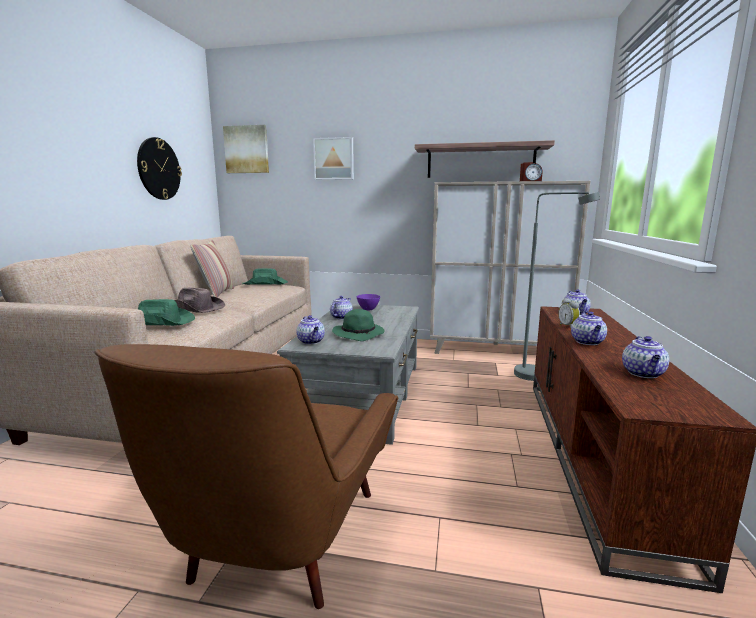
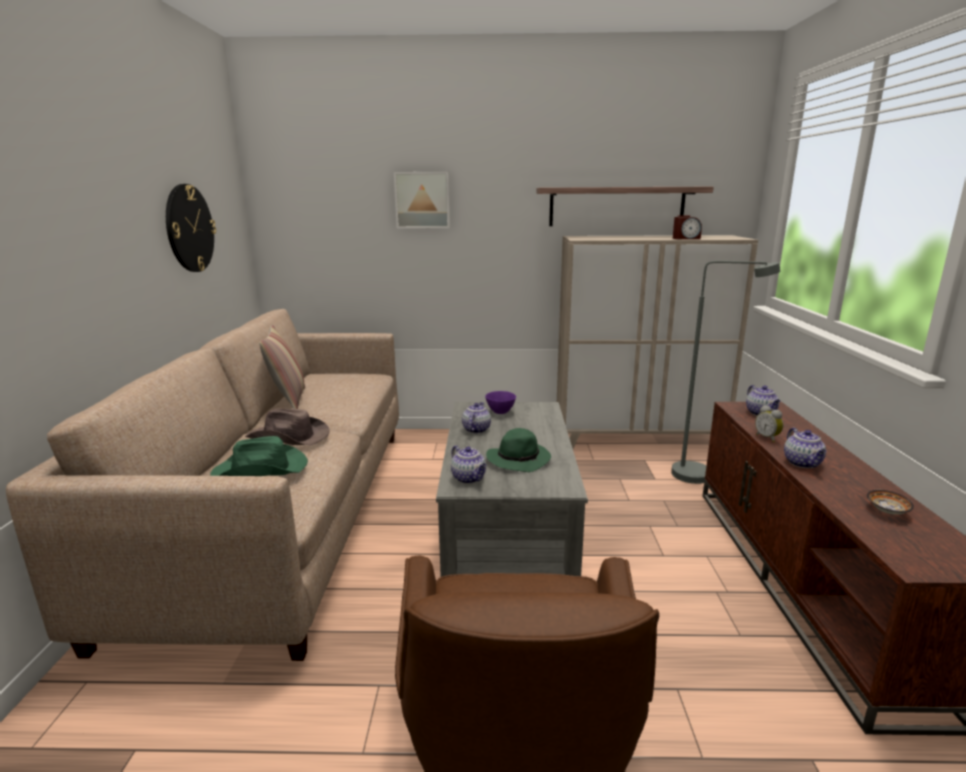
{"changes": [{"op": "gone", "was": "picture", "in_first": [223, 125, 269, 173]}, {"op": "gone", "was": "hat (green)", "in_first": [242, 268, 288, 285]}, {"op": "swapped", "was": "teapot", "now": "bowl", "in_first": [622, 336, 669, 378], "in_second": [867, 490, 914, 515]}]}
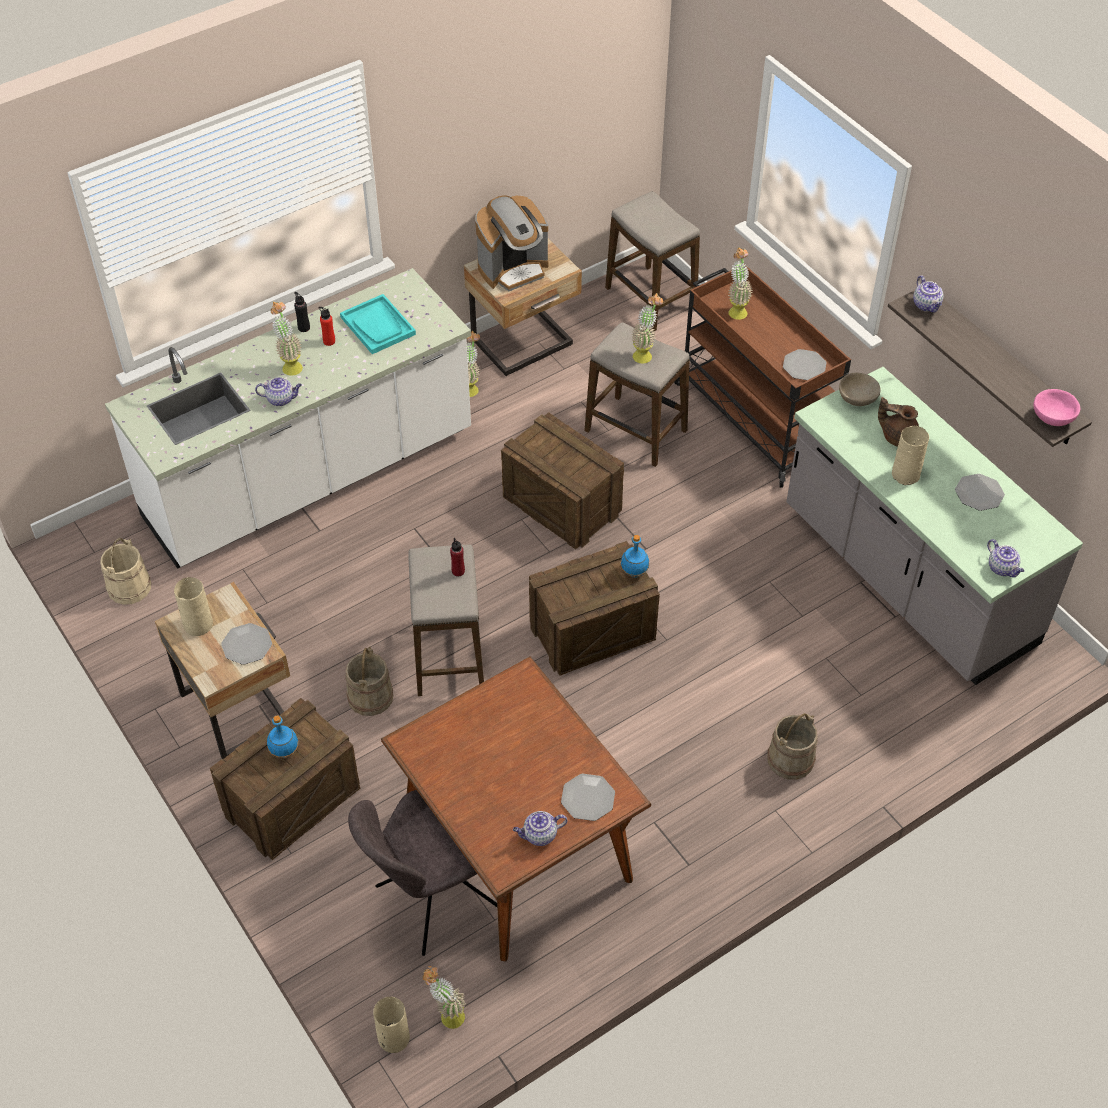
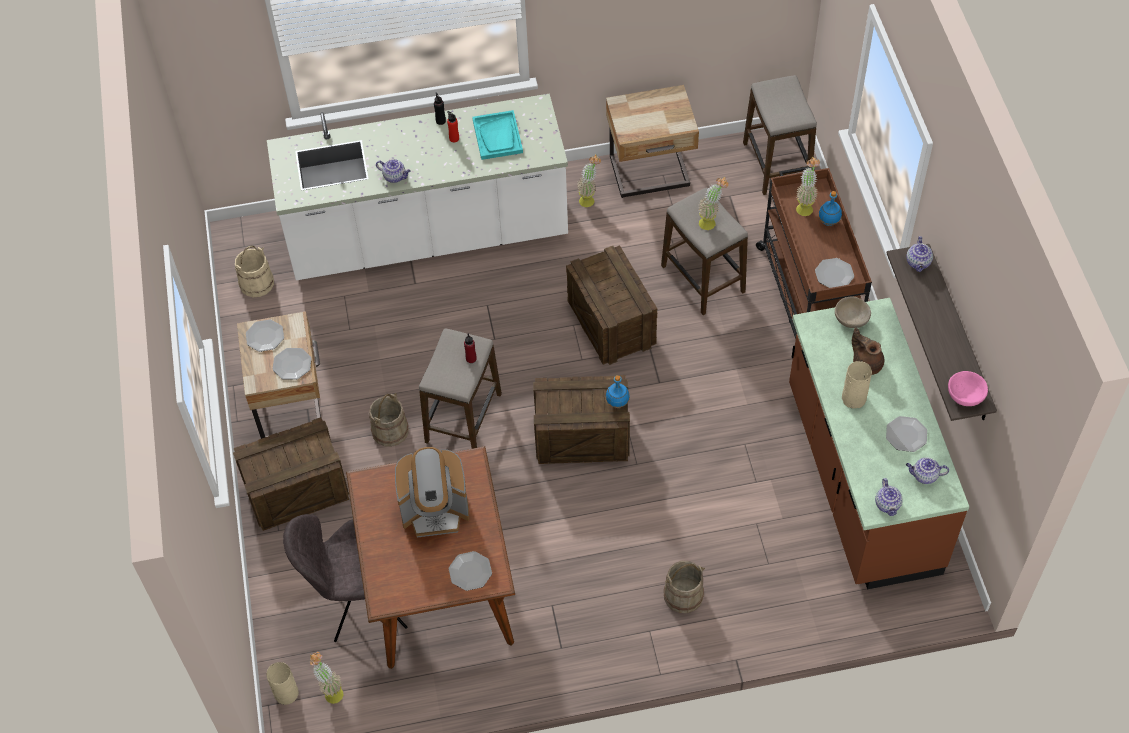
{"changes": [{"op": "gone", "was": "potted plant", "in_first": [271, 302, 303, 376]}, {"op": "shifted", "was": "bottle (blue)", "in_first": [267, 715, 299, 758], "in_second": [818, 191, 842, 226]}, {"op": "shifted", "was": "coffee machine", "in_first": [475, 195, 548, 291], "in_second": [395, 447, 470, 537]}, {"op": "shifted", "was": "teapot", "in_first": [513, 811, 567, 846], "in_second": [906, 458, 949, 484]}, {"op": "swapped", "was": "vase (beige)", "now": "plate", "in_first": [174, 577, 213, 636], "in_second": [246, 319, 284, 352]}, {"op": "repainted", "was": "counter (grey)", "now": "counter (brown)", "in_first": [786, 367, 1083, 685], "in_second": [789, 298, 969, 589]}]}
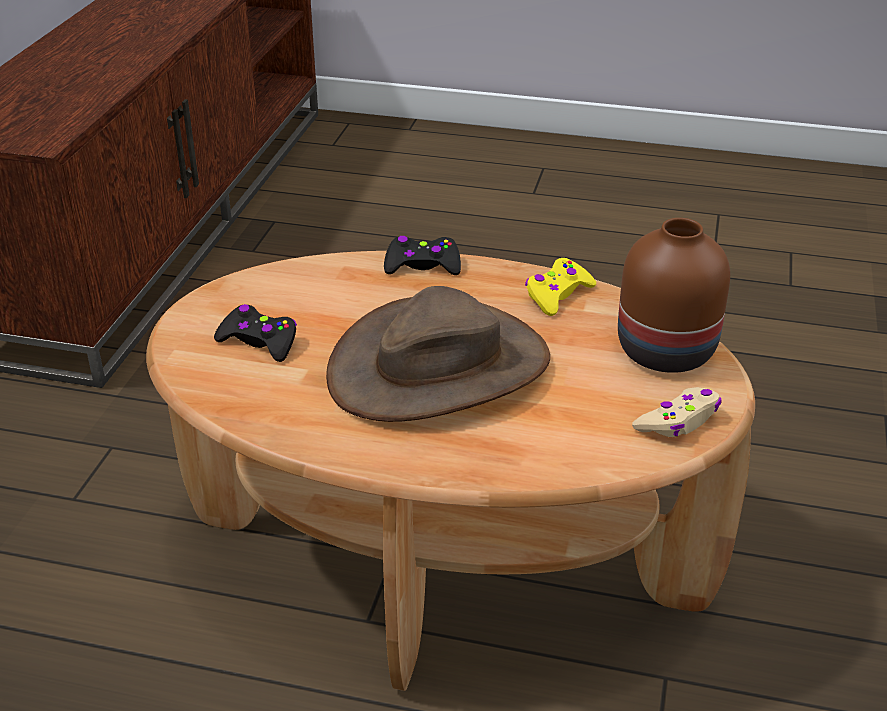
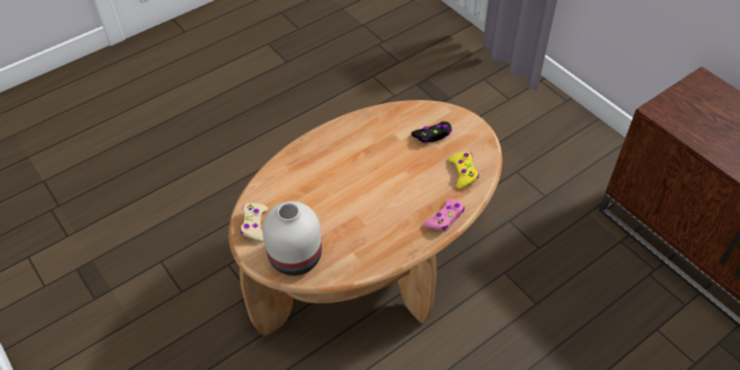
{"changes": [{"op": "gone", "was": "hat (brown)", "in_first": [326, 286, 550, 422]}, {"op": "shifted", "was": "game controller (yellow)", "in_first": [525, 258, 596, 316], "in_second": [448, 152, 479, 189]}, {"op": "repainted", "was": "game controller (black)", "now": "game controller (pink)", "in_first": [384, 236, 461, 275], "in_second": [423, 199, 465, 231]}, {"op": "repainted", "was": "vase (brown)", "now": "vase (white)", "in_first": [618, 218, 730, 373], "in_second": [262, 201, 322, 276]}]}
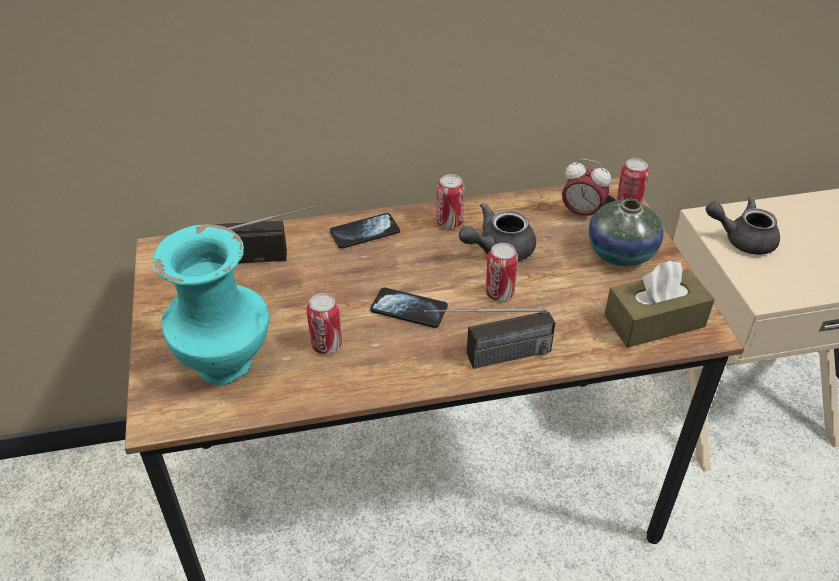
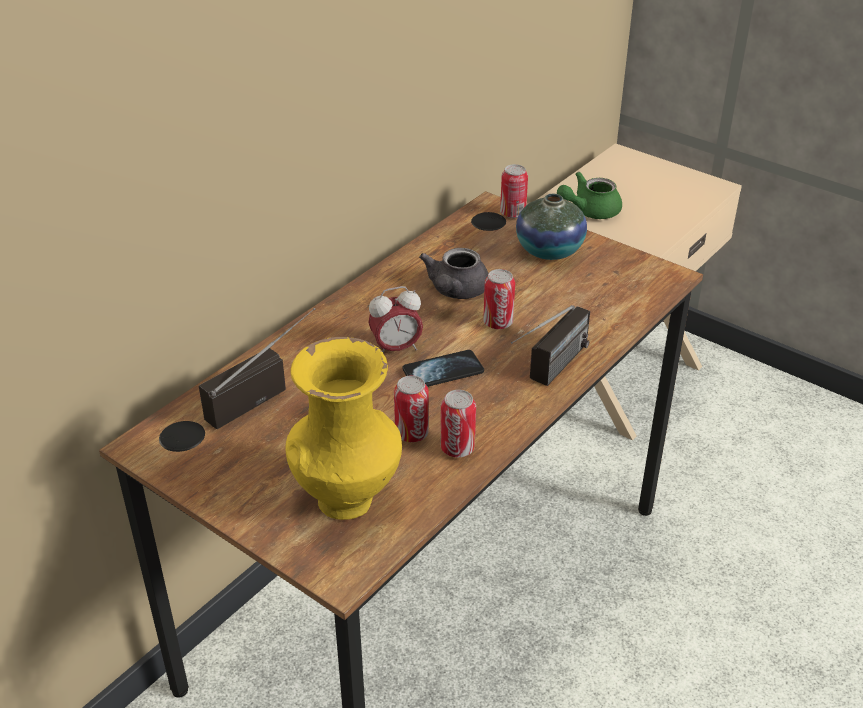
{"changes": [{"op": "gone", "was": "phone", "in_first": [330, 213, 400, 249]}, {"op": "gone", "was": "tissue box (brown)", "in_first": [604, 260, 715, 348]}, {"op": "shifted", "was": "can", "in_first": [436, 174, 465, 228], "in_second": [441, 390, 476, 457]}, {"op": "shifted", "was": "alarm clock", "in_first": [562, 159, 611, 216], "in_second": [368, 286, 423, 353]}, {"op": "repainted", "was": "vase (turquoise)", "now": "vase (yellow)", "in_first": [153, 224, 269, 385], "in_second": [286, 337, 402, 520]}, {"op": "repainted", "was": "teapot (grey)", "now": "teapot (green)", "in_first": [706, 197, 780, 255], "in_second": [557, 172, 622, 219]}]}
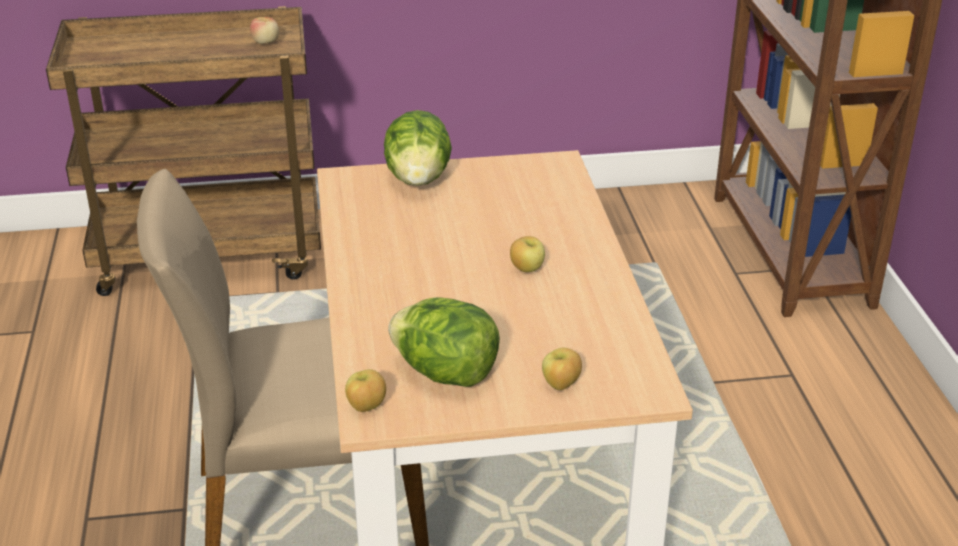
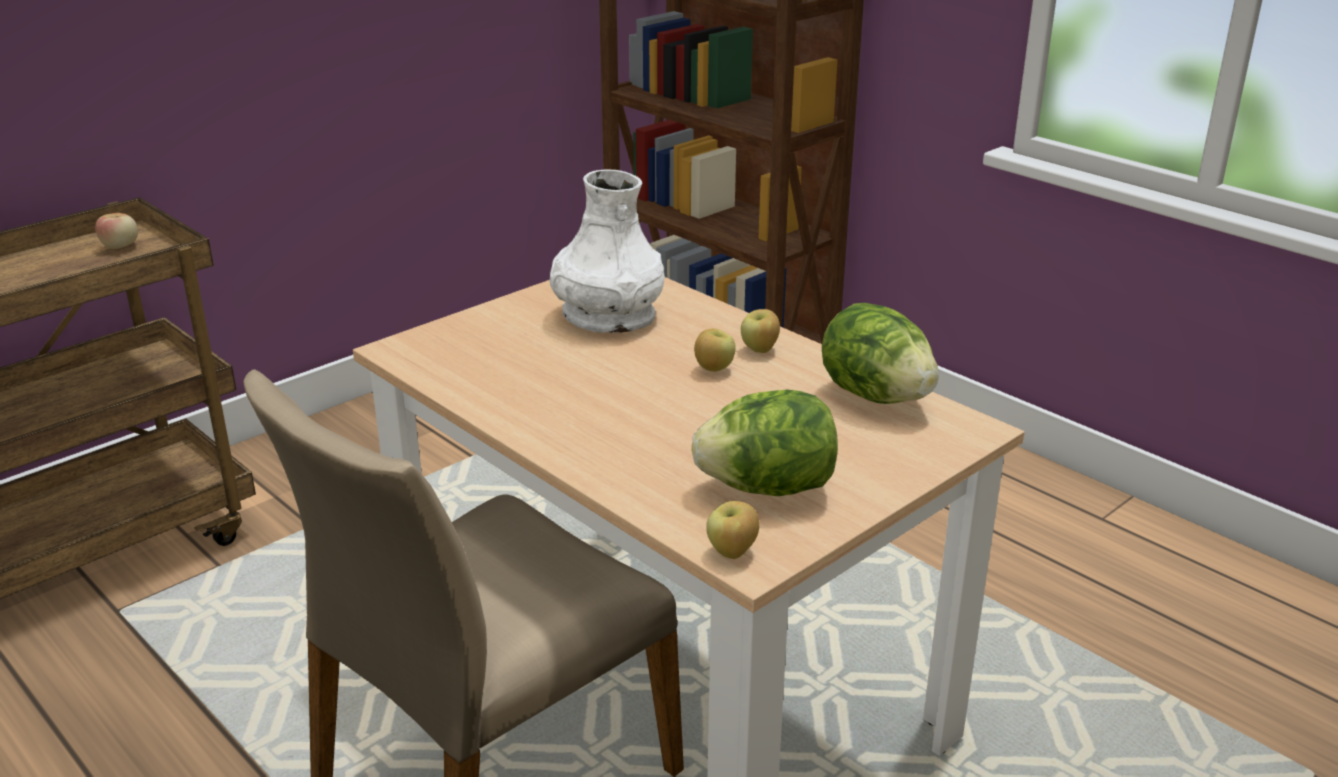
{"changes": [{"op": "new", "now": "vase (white)", "in_second": [550, 169, 665, 333]}, {"op": "shifted", "was": "lettuce", "in_first": [384, 110, 452, 186], "in_second": [822, 303, 938, 404]}, {"op": "shifted", "was": "apple", "in_first": [542, 347, 582, 390], "in_second": [741, 309, 780, 353]}]}
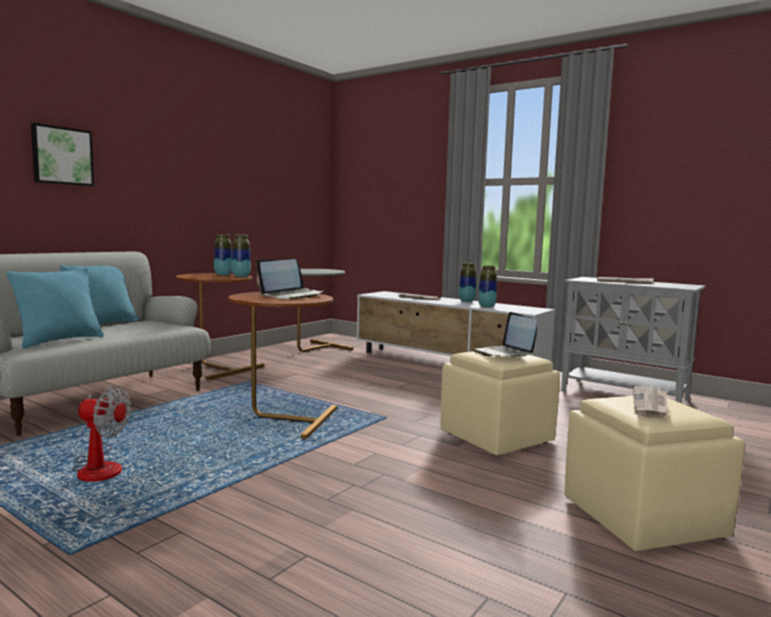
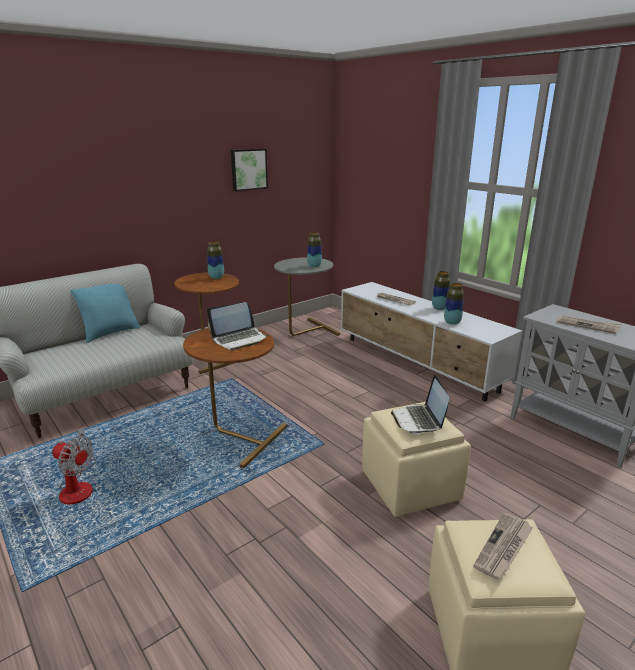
{"changes": [{"op": "gone", "was": "pillow (turquoise)", "in_first": [7, 267, 104, 348]}, {"op": "shifted", "was": "picture", "in_first": [31, 123, 94, 186], "in_second": [231, 149, 268, 191]}, {"op": "shifted", "was": "vase", "in_first": [232, 235, 251, 277], "in_second": [307, 232, 322, 267]}]}
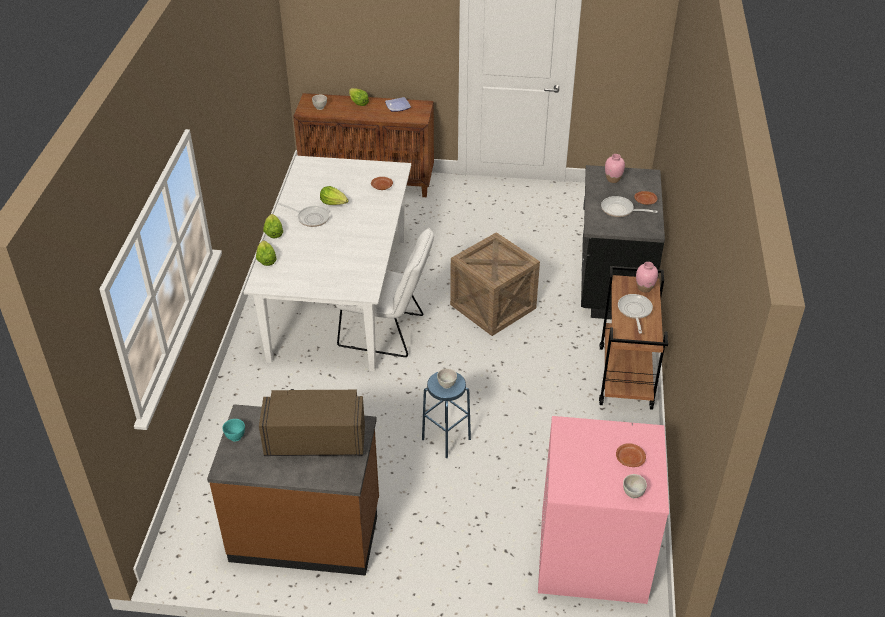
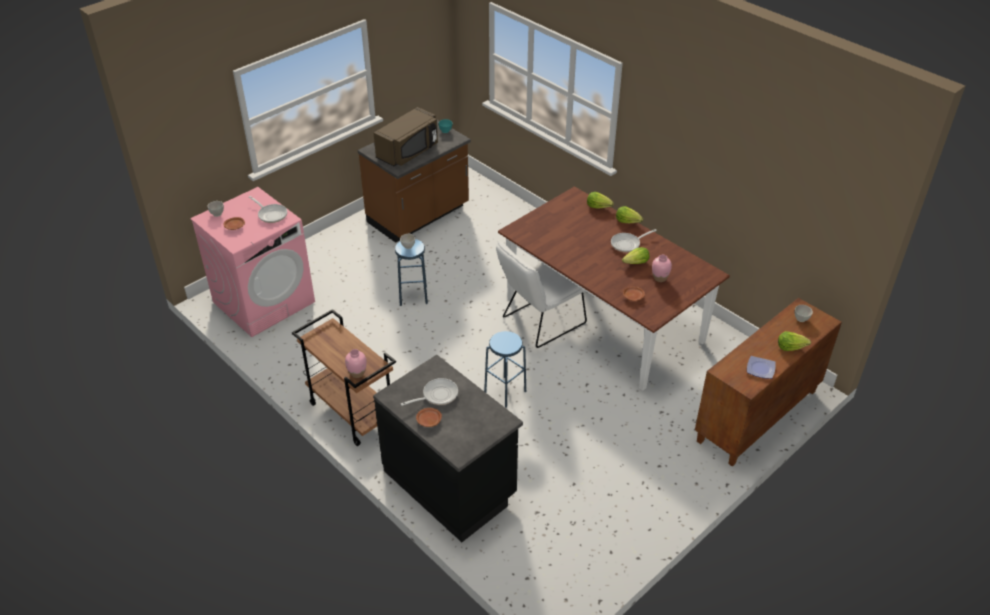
{"changes": [{"op": "shifted", "was": "vase (pink)", "in_first": [605, 154, 625, 183], "in_second": [652, 255, 672, 282]}, {"op": "shifted", "was": "frying pan", "in_first": [618, 294, 653, 334], "in_second": [249, 196, 287, 223]}, {"op": "swapped", "was": "crate", "now": "stool (blue)", "in_first": [450, 232, 540, 336], "in_second": [484, 331, 526, 407]}, {"op": "repainted", "was": "dining table (white)", "now": "dining table (brown)", "in_first": [244, 156, 411, 371], "in_second": [498, 186, 730, 390]}]}
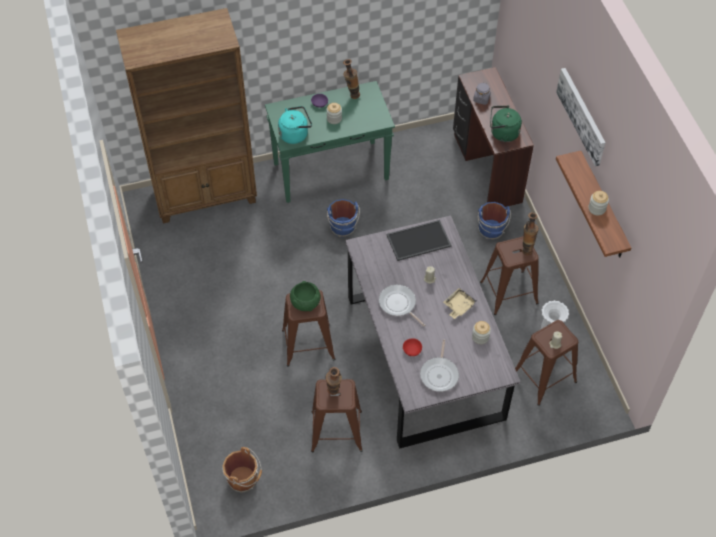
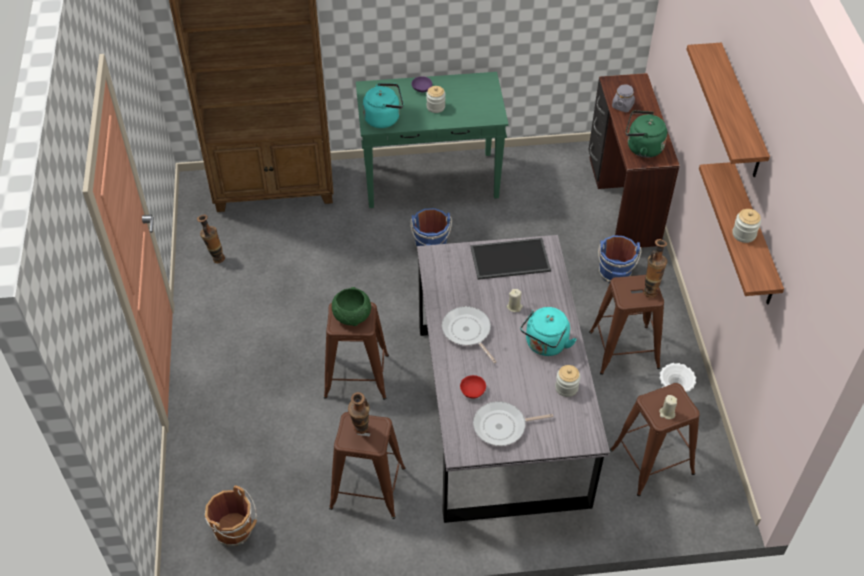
{"changes": [{"op": "shifted", "was": "vase", "in_first": [343, 59, 360, 99], "in_second": [197, 215, 225, 263]}, {"op": "swapped", "was": "tray (beige)", "now": "kettle (turquoise)", "in_first": [443, 288, 476, 319], "in_second": [520, 307, 577, 356]}, {"op": "swapped", "was": "picture", "now": "shelf", "in_first": [556, 68, 606, 166], "in_second": [686, 43, 770, 177]}, {"op": "rotated", "was": "frying pan", "in_first": [420, 340, 459, 392], "in_second": [473, 401, 553, 446], "clockwise": 60}]}
